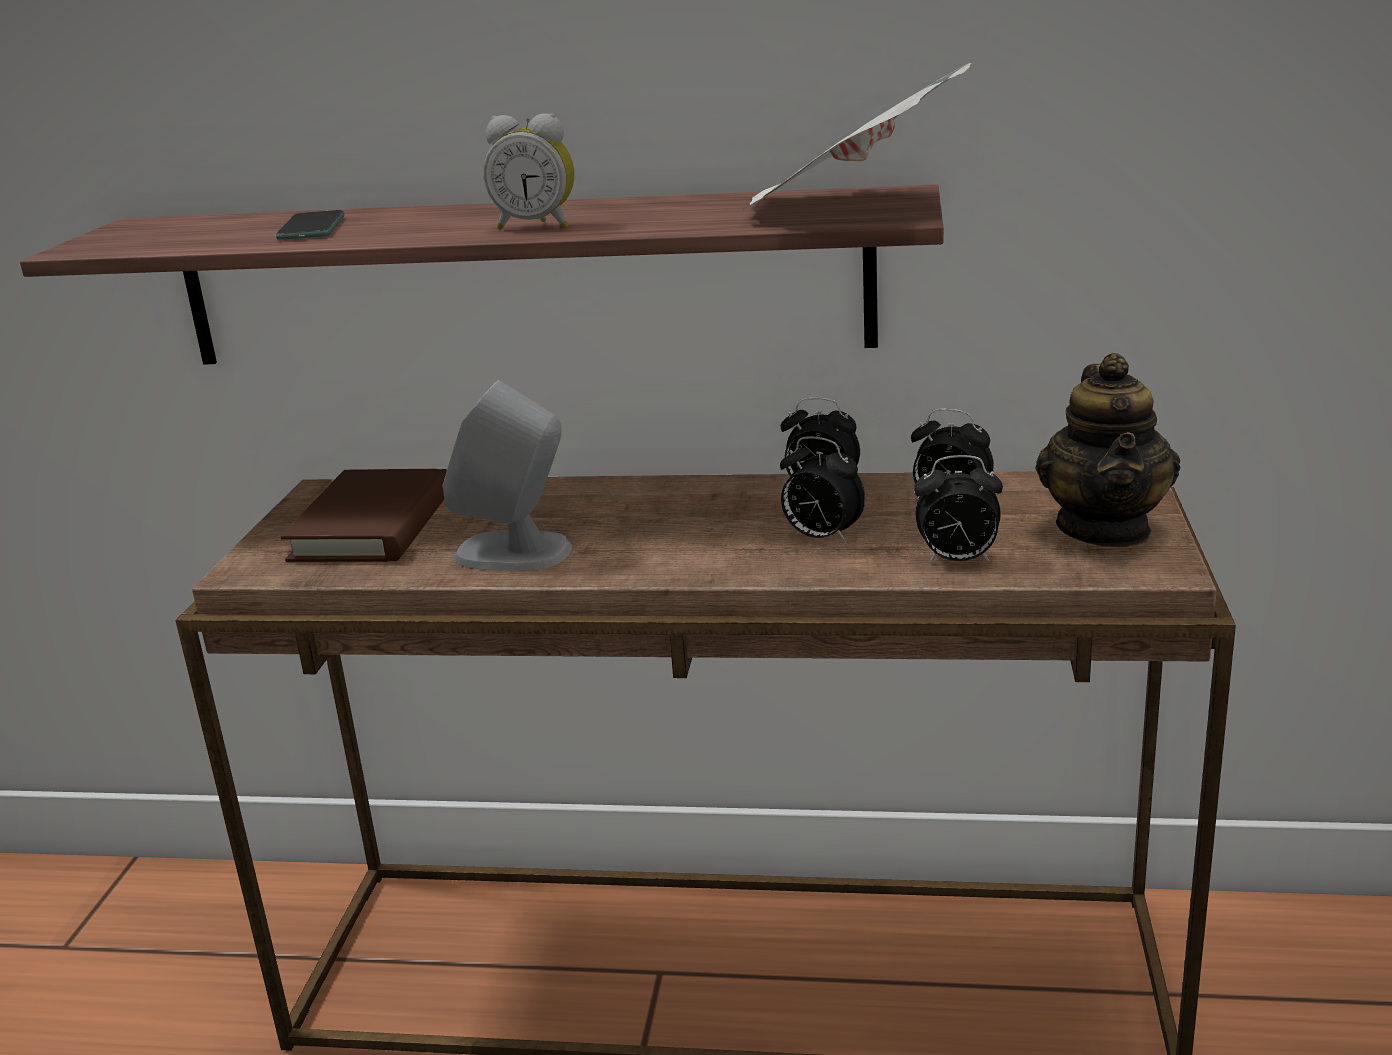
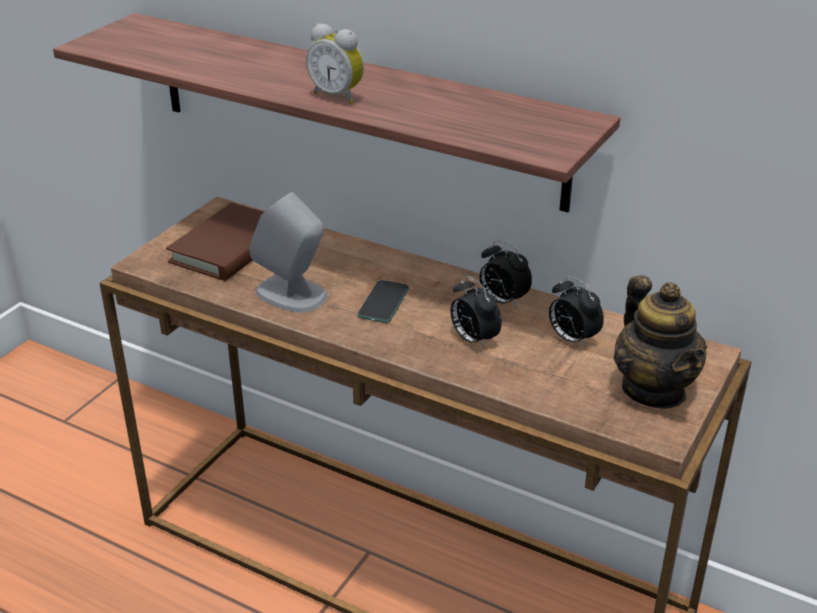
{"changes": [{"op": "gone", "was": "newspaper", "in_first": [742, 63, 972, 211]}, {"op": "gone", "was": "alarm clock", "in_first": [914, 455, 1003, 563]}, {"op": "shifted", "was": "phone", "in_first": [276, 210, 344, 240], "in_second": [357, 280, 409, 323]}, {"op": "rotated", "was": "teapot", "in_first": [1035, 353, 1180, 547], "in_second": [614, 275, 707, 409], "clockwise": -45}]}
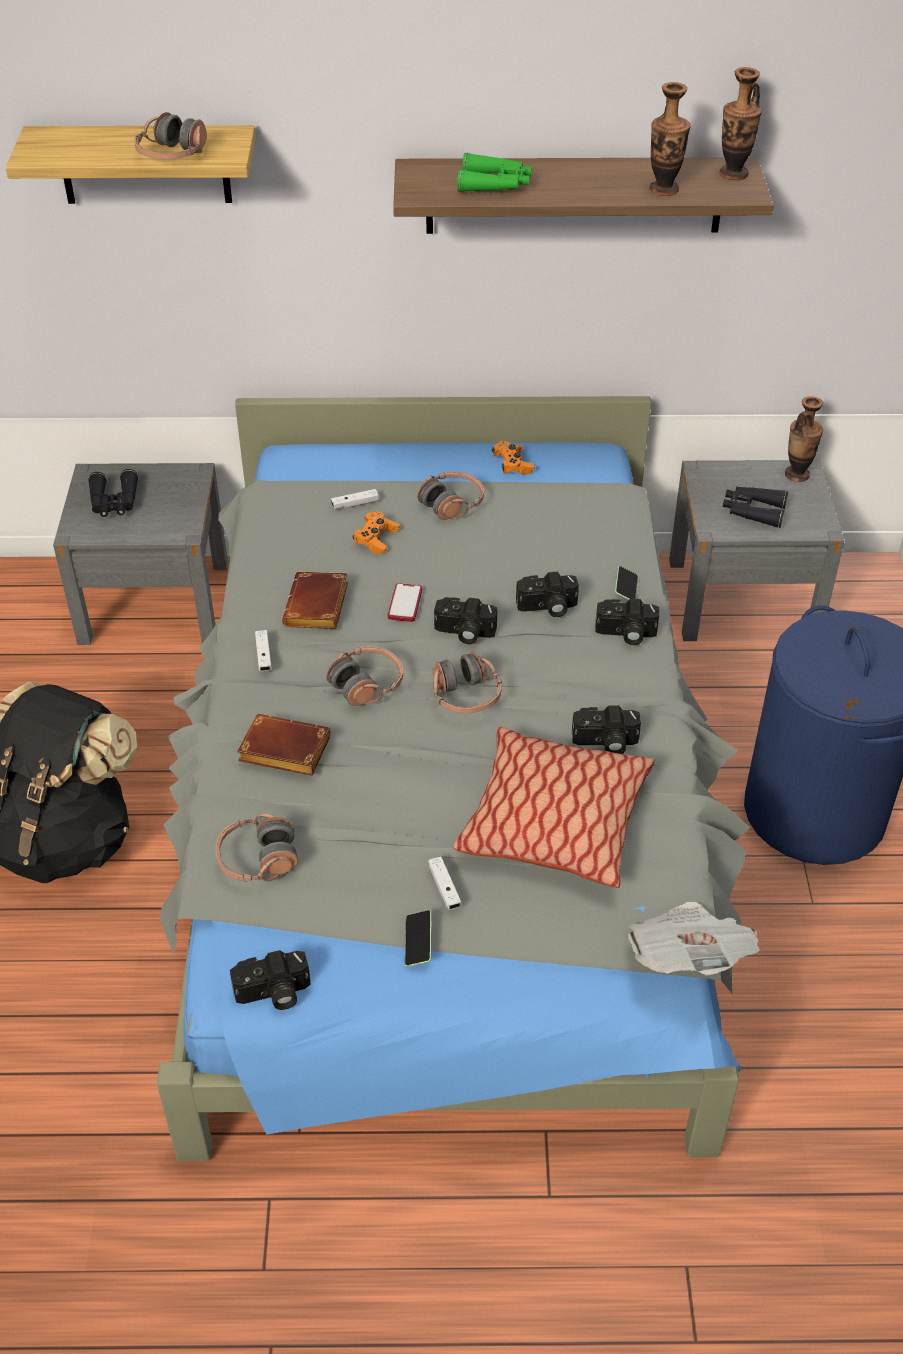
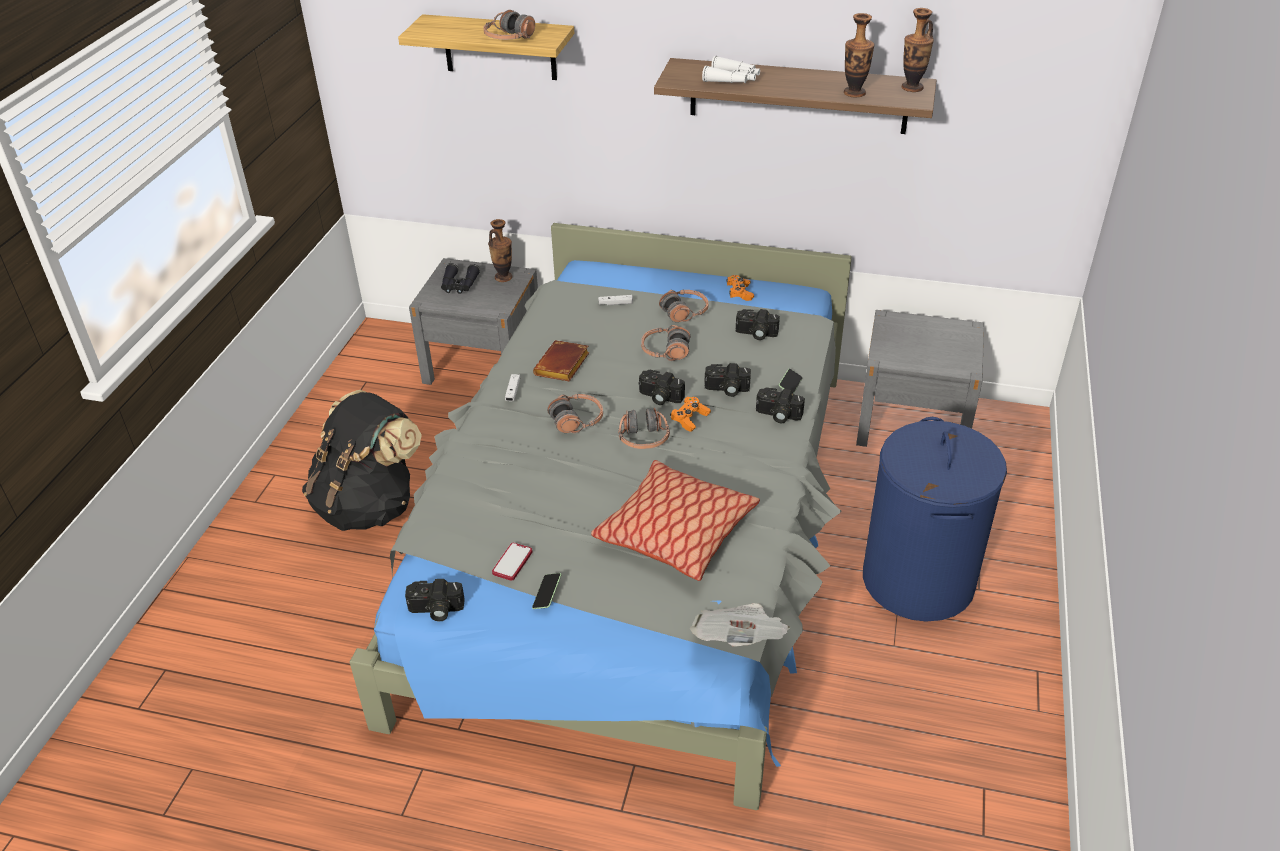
{"changes": [{"op": "gone", "was": "book (brown)", "in_first": [237, 714, 331, 776]}, {"op": "gone", "was": "game controller (white)", "in_first": [428, 856, 461, 910]}, {"op": "gone", "was": "binoculars (black)", "in_first": [723, 486, 789, 528]}, {"op": "shifted", "was": "headphones", "in_first": [215, 813, 298, 882], "in_second": [641, 325, 690, 361]}, {"op": "shifted", "was": "game controller (orange)", "in_first": [353, 512, 400, 555], "in_second": [670, 397, 711, 432]}, {"op": "shifted", "was": "phone", "in_first": [388, 583, 422, 622], "in_second": [492, 542, 533, 581]}, {"op": "shifted", "was": "photo camera", "in_first": [572, 705, 641, 754], "in_second": [736, 309, 780, 340]}, {"op": "shifted", "was": "vase", "in_first": [785, 396, 823, 482], "in_second": [488, 219, 512, 282]}, {"op": "repainted", "was": "binoculars (green)", "now": "binoculars (white)", "in_first": [457, 153, 532, 192], "in_second": [702, 56, 760, 83]}]}
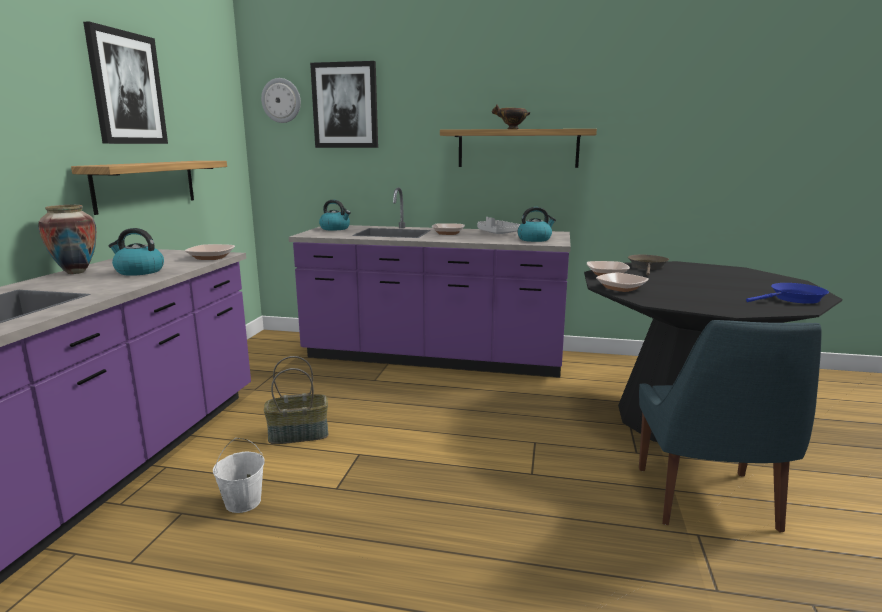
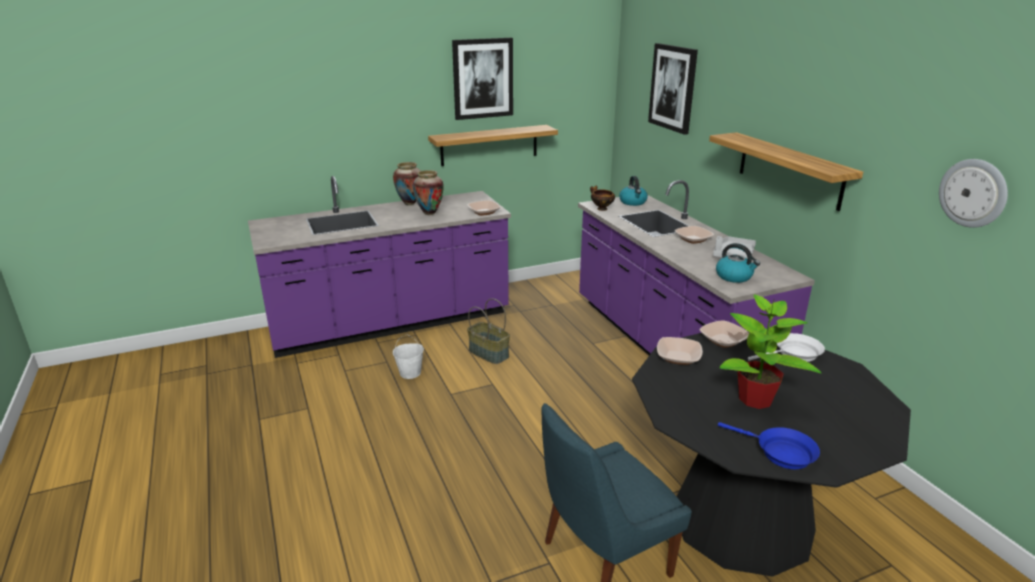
{"changes": [{"op": "new", "now": "potted plant", "in_second": [719, 294, 821, 409]}, {"op": "shifted", "was": "wall clock", "in_first": [261, 78, 301, 123], "in_second": [939, 159, 1008, 228]}, {"op": "shifted", "was": "bowl", "in_first": [492, 105, 530, 129], "in_second": [590, 185, 615, 211]}, {"op": "swapped", "was": "kettle", "now": "vase", "in_first": [109, 228, 164, 276], "in_second": [413, 170, 444, 215]}, {"op": "repainted", "was": "frying pan (brown)", "now": "frying pan (white)", "in_first": [628, 255, 669, 276], "in_second": [748, 333, 825, 362]}]}
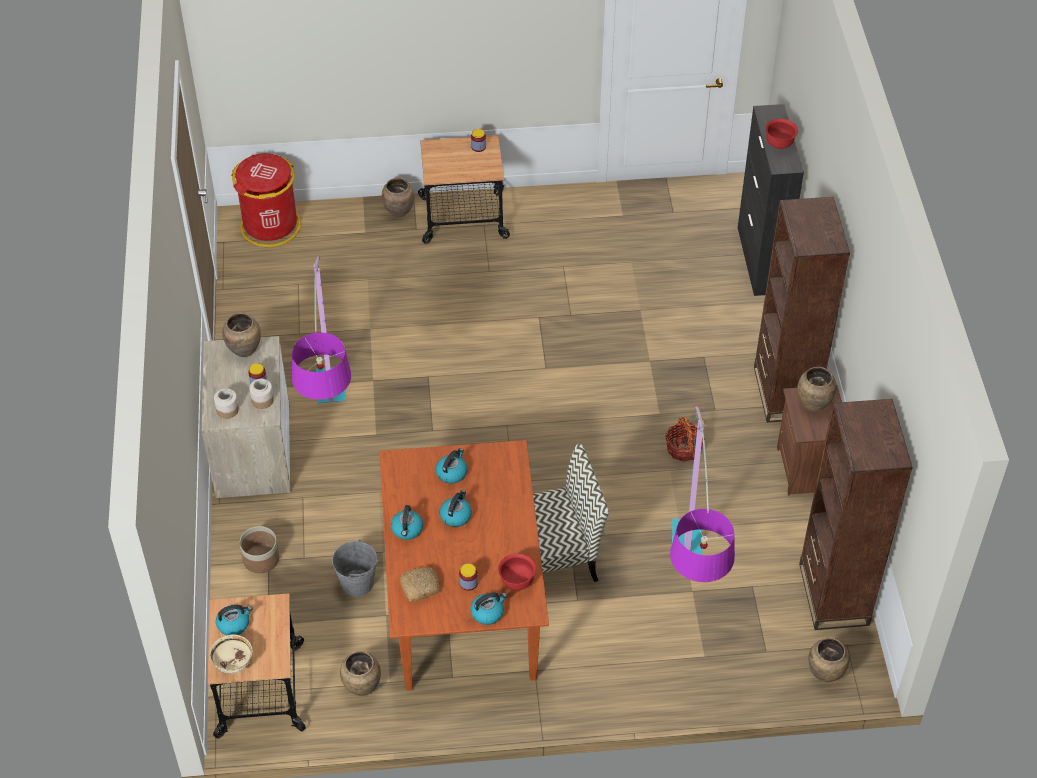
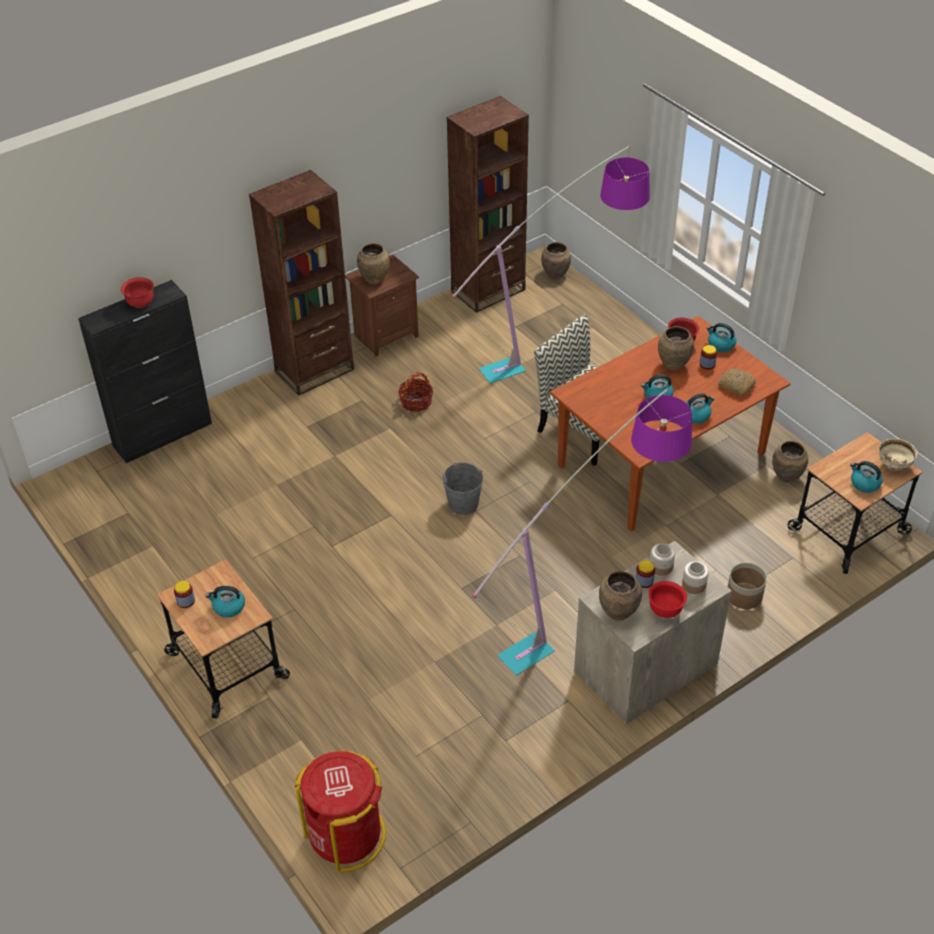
{"changes": [{"op": "new", "now": "bowl (red)", "in_second": [649, 581, 687, 618]}, {"op": "shifted", "was": "bucket (grey)", "in_first": [332, 539, 378, 597], "in_second": [442, 463, 483, 515]}, {"op": "shifted", "was": "vase (brown)", "in_first": [382, 178, 414, 217], "in_second": [658, 326, 694, 371]}, {"op": "shifted", "was": "kettle", "in_first": [436, 448, 467, 484], "in_second": [206, 586, 245, 617]}]}
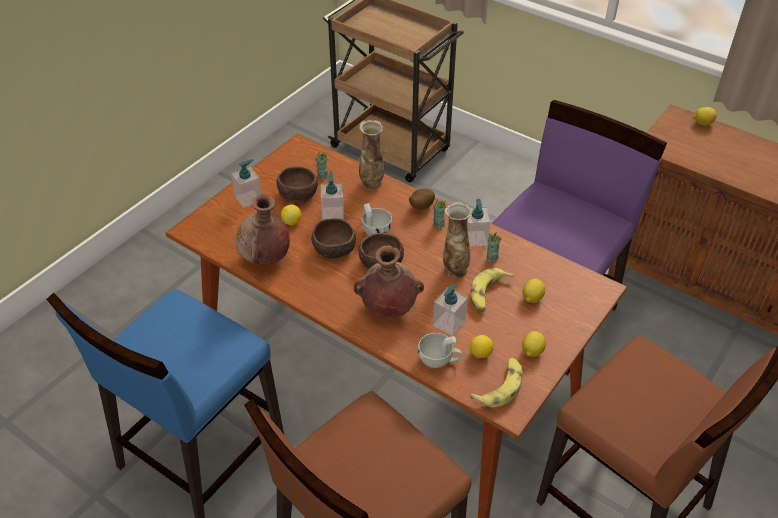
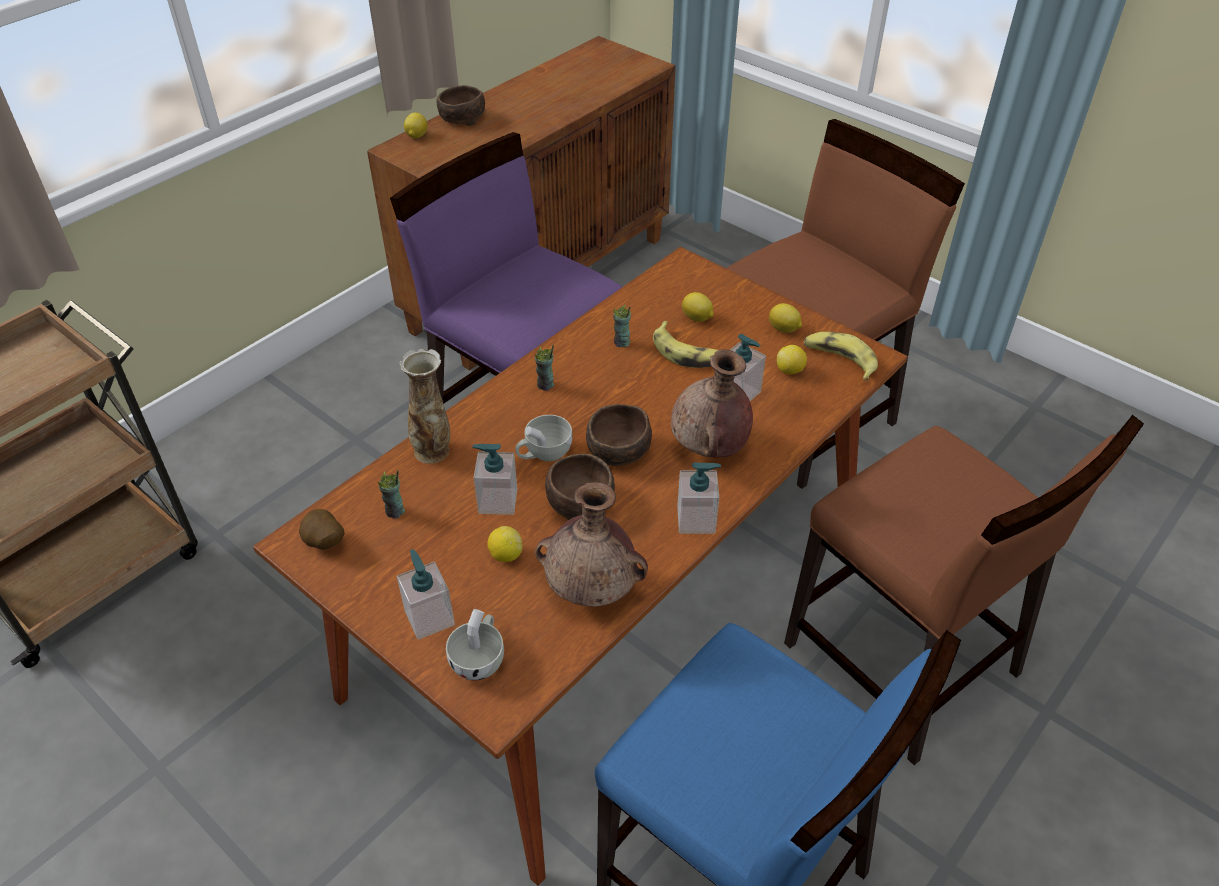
{"changes": [{"op": "gone", "was": "vase", "in_first": [443, 202, 473, 278]}, {"op": "shifted", "was": "bowl (brown)", "in_first": [276, 166, 318, 204], "in_second": [437, 85, 485, 126]}, {"op": "shifted", "was": "potato", "in_first": [409, 188, 435, 210], "in_second": [299, 509, 345, 550]}, {"op": "shifted", "was": "cup (white)", "in_first": [418, 333, 462, 368], "in_second": [446, 609, 504, 680]}, {"op": "shifted", "was": "soap dispenser", "in_first": [467, 199, 491, 247], "in_second": [677, 462, 721, 534]}]}
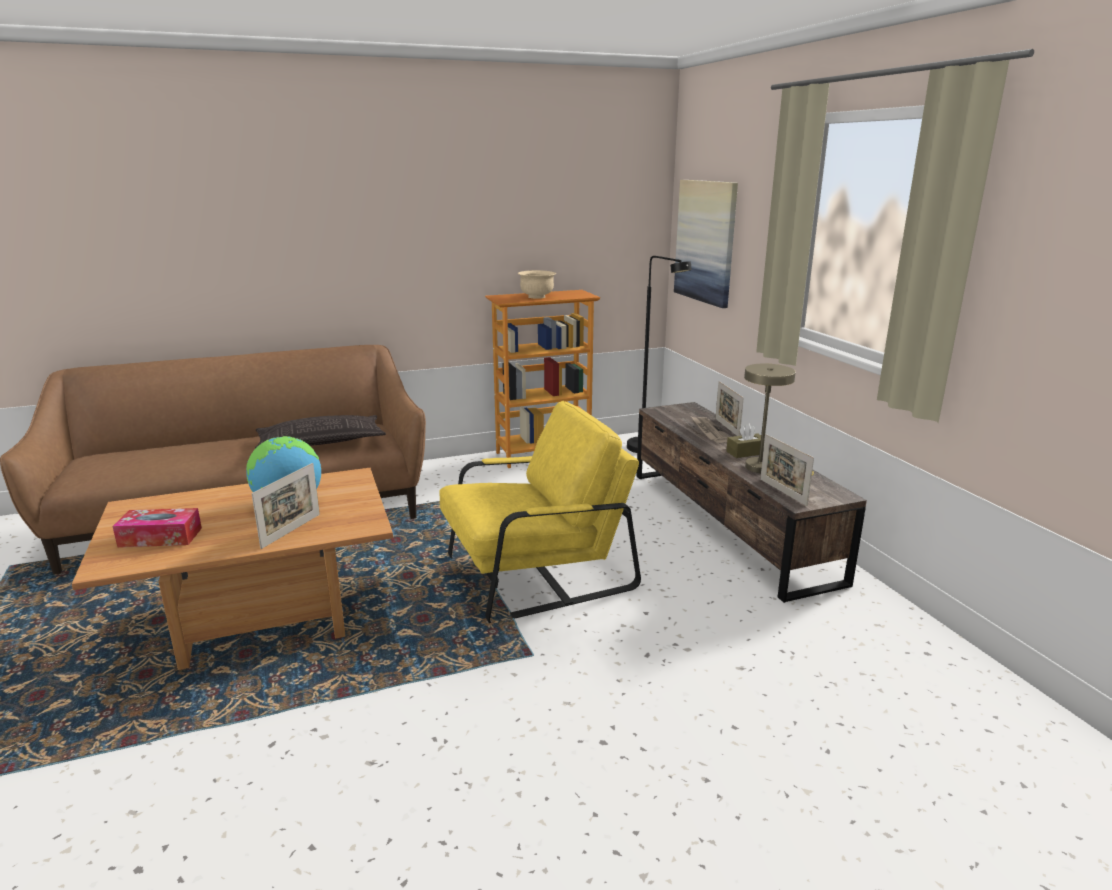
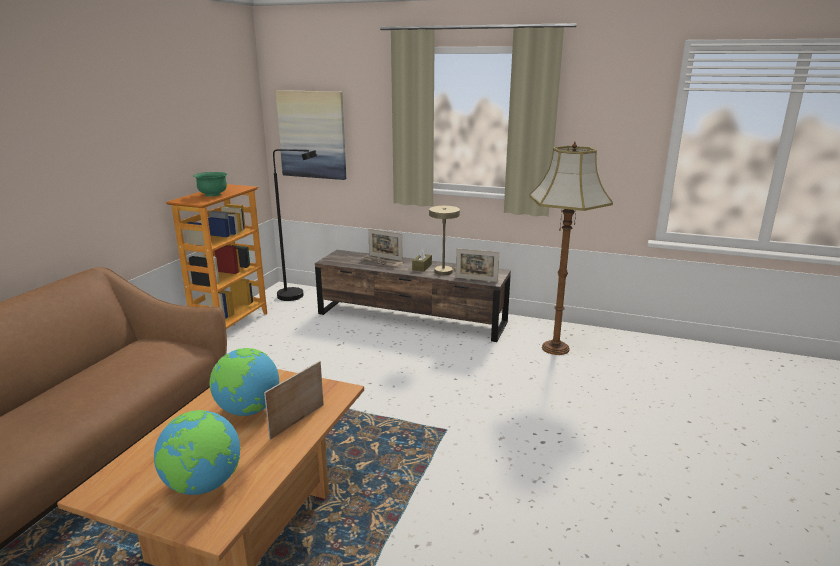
{"changes": [{"op": "gone", "was": "pillow", "in_first": [254, 415, 386, 450]}, {"op": "gone", "was": "armchair (yellow)", "in_first": [439, 401, 641, 623]}, {"op": "new", "now": "floor lamp", "in_second": [529, 142, 613, 355]}, {"op": "swapped", "was": "tissue box", "now": "globe", "in_first": [112, 508, 202, 547], "in_second": [154, 410, 241, 495]}, {"op": "repainted", "was": "bowl (beige)", "now": "bowl (green)", "in_first": [518, 270, 556, 299], "in_second": [194, 172, 228, 197]}, {"op": "rotated", "was": "picture frame", "in_first": [251, 463, 320, 549], "in_second": [264, 361, 324, 440], "clockwise": -120}]}
